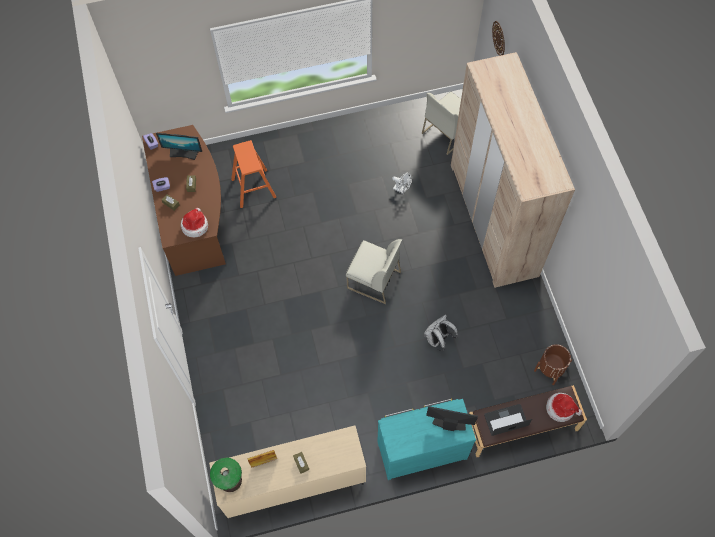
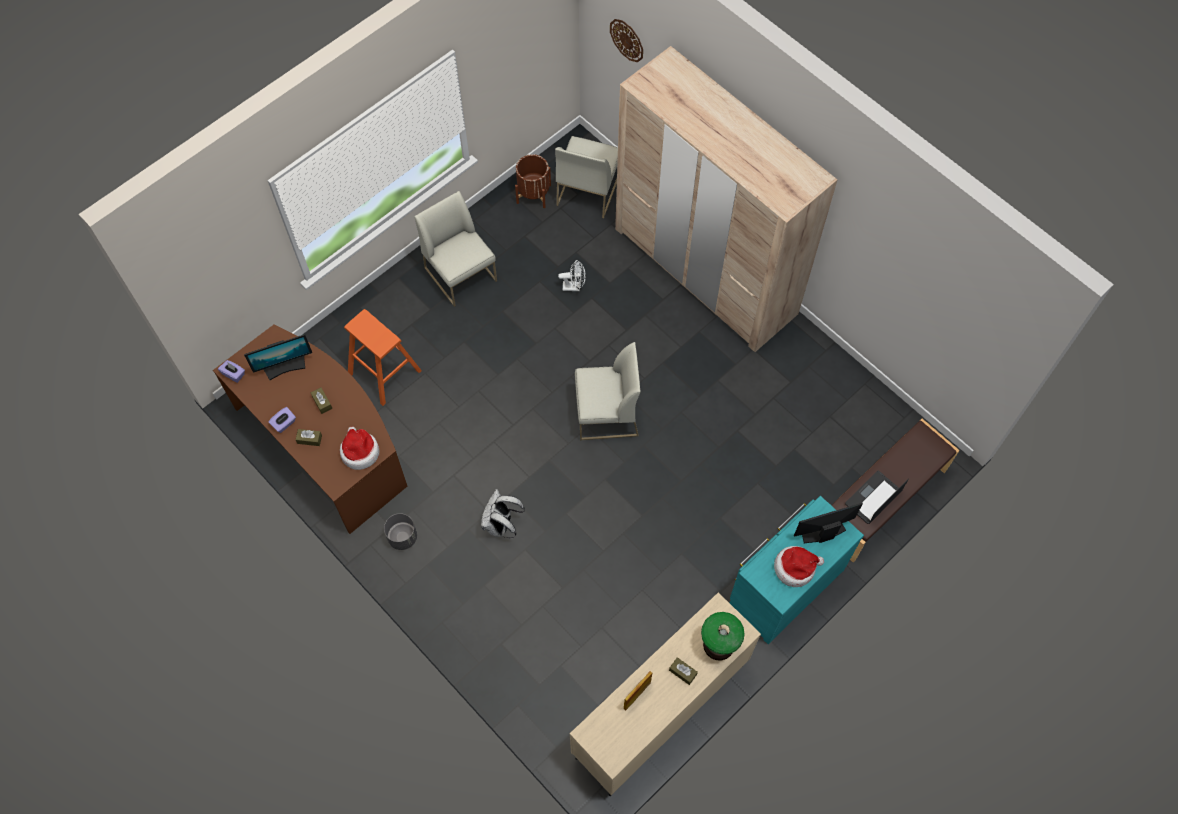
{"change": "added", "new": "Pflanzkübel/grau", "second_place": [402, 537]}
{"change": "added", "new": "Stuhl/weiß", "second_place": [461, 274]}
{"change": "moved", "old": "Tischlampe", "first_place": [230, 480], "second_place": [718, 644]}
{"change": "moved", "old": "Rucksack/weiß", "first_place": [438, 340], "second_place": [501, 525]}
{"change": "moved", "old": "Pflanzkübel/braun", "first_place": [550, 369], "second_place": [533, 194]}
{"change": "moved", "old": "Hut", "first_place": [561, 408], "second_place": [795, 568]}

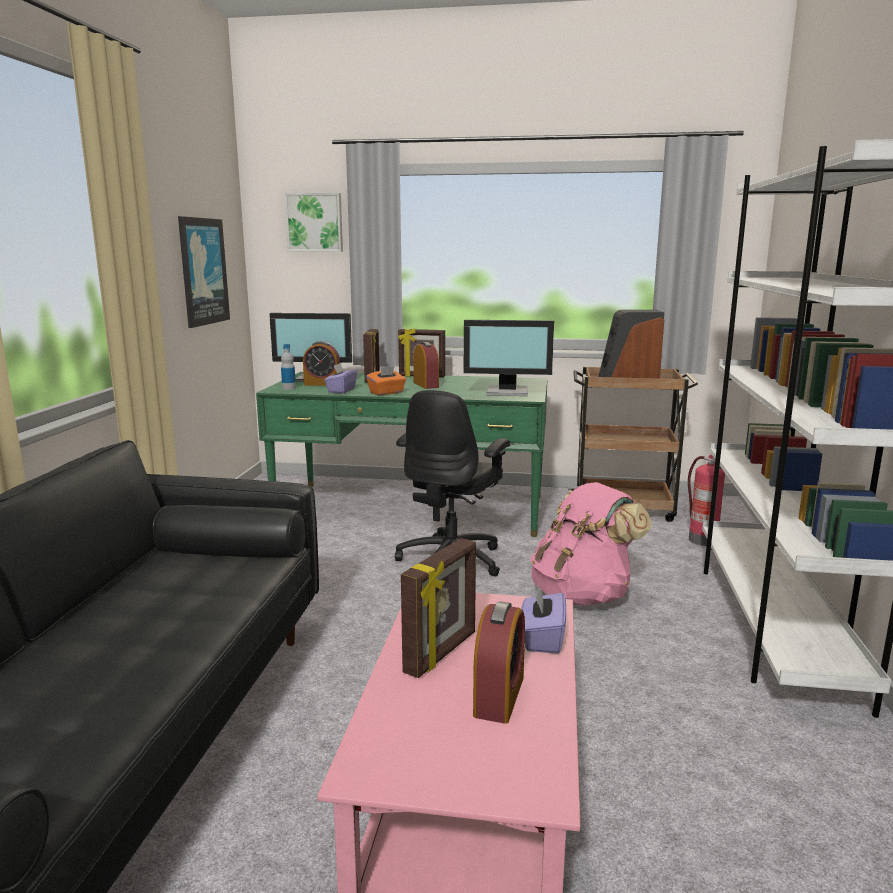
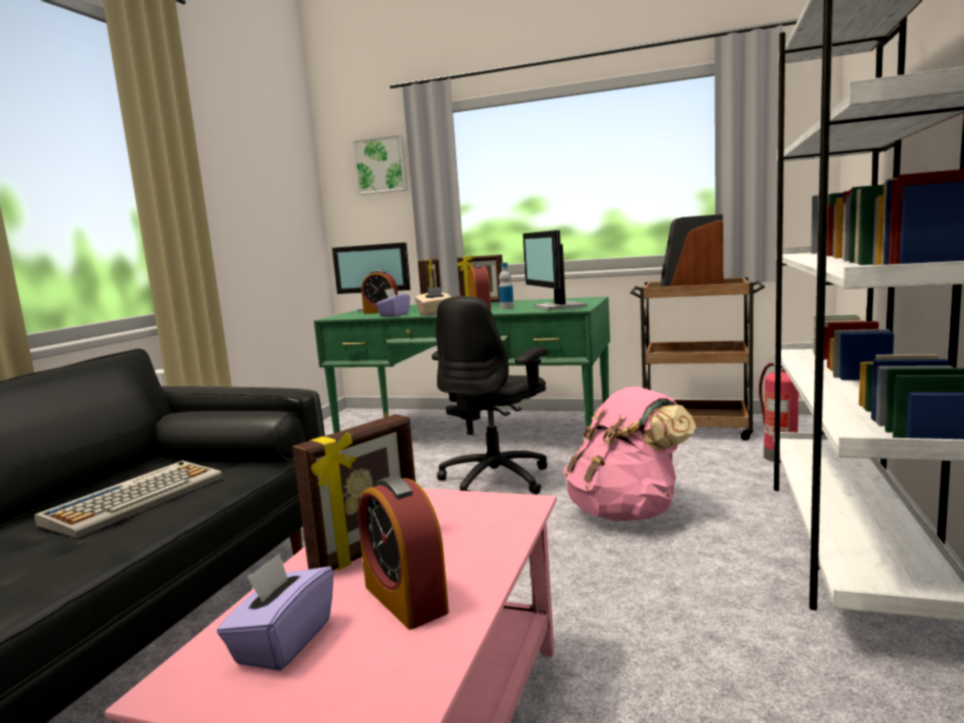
{"change": "removed", "old": "Bild", "first_place": [203, 271]}
{"change": "added", "new": "Tastatur", "second_place": [137, 499]}
{"change": "moved", "old": "Flasche", "first_place": [289, 388], "second_place": [507, 308]}
{"change": "moved", "old": "Taschentuchbox/lila", "first_place": [542, 639], "second_place": [283, 642]}
{"change": "recoloured", "old": "Taschentuchbox/orange", "new": "Taschentuchbox/beige", "first_place": [386, 393], "second_place": [436, 314]}
{"change": "turned", "old": "Monitor", "first_place": [508, 392], "second_place": [558, 307], "degrees": 60}
{"change": "turned", "old": "Wecker", "first_place": [499, 696], "second_place": [405, 599], "degrees": 120}

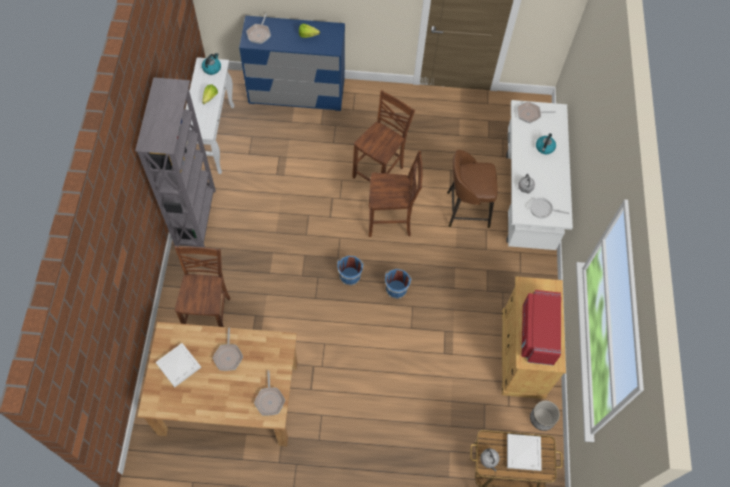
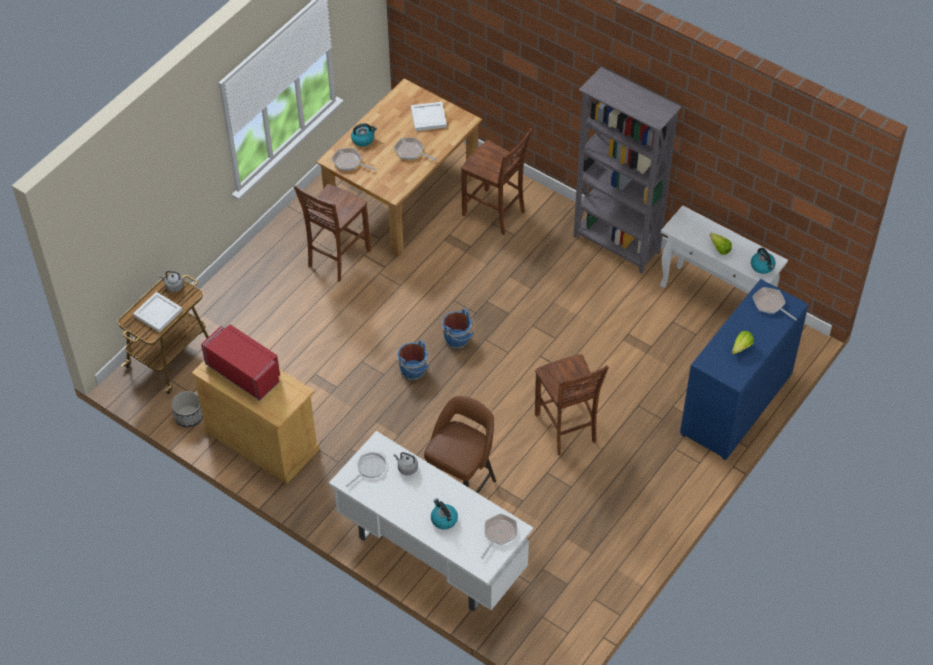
{"change": "added", "new": "Wasserkessel", "second_place": [363, 139]}
{"change": "moved", "old": "Stuhl/braun", "first_place": [390, 222], "second_place": [337, 258]}

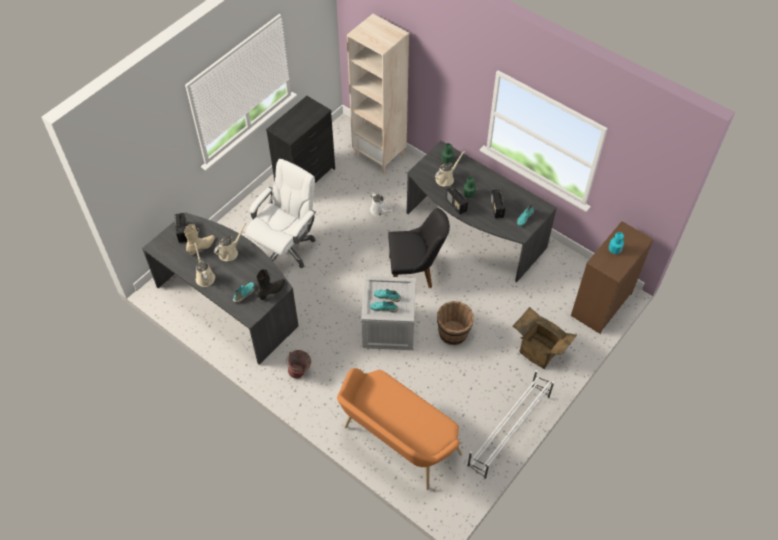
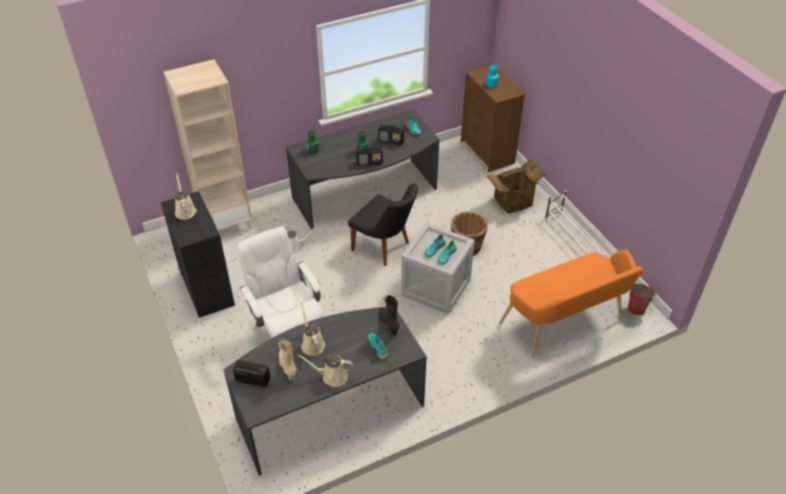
{"change": "moved", "old": "Eimer", "first_place": [300, 372], "second_place": [637, 308]}
{"change": "moved", "old": "Gießkanne/beige", "first_place": [446, 178], "second_place": [185, 210]}
{"change": "turned", "old": "Stuhl/schwarz", "first_place": [415, 273], "second_place": [385, 248], "degrees": 105}

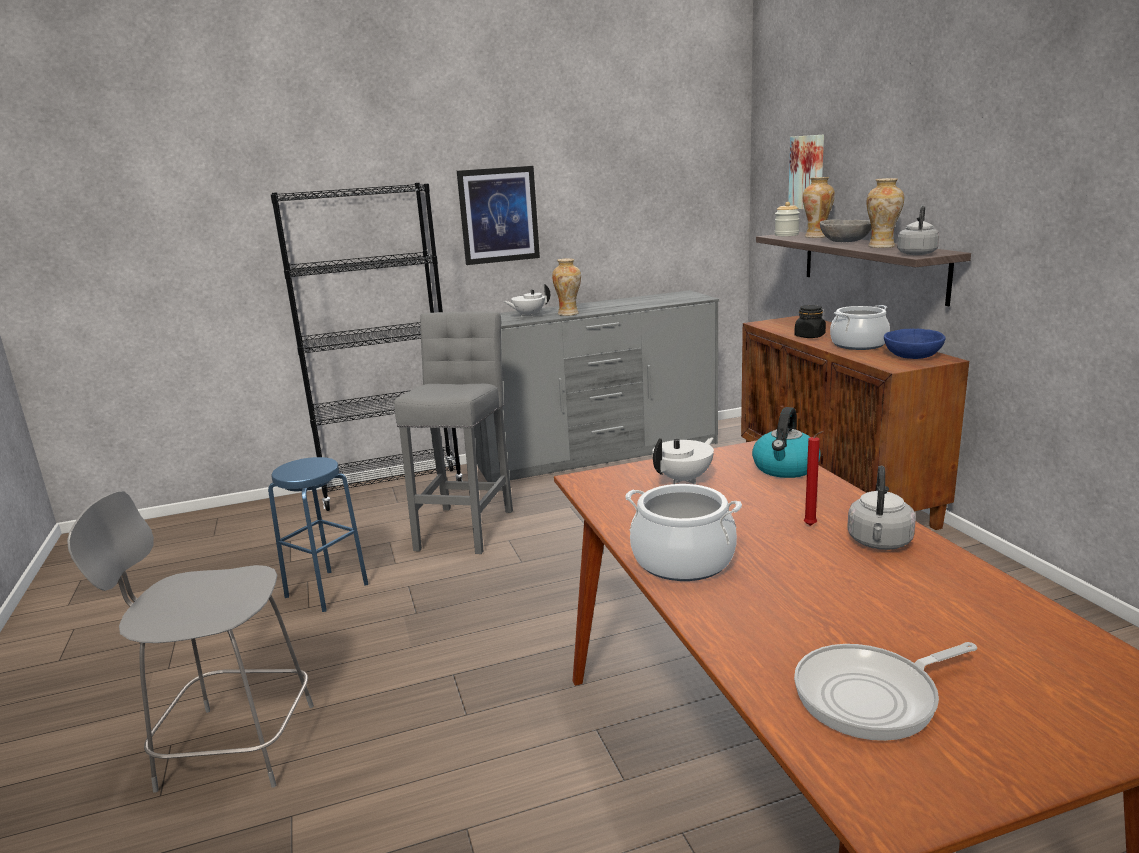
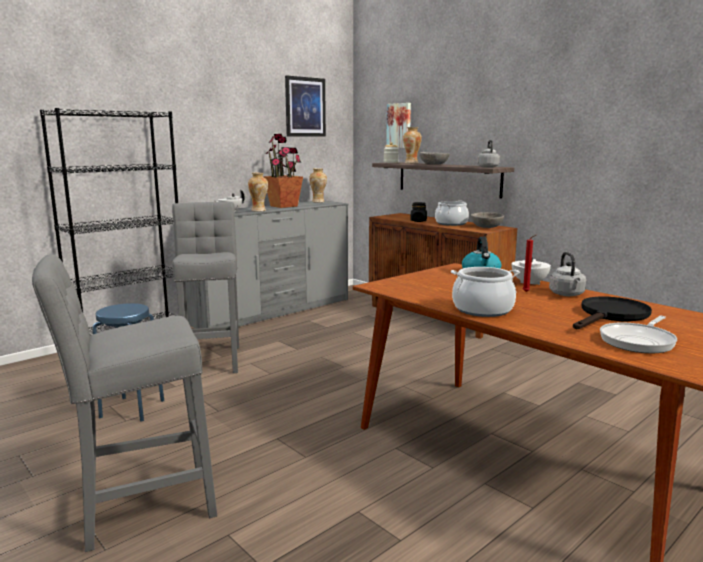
{"change": "added", "new": "Topfpflanze", "second_place": [284, 206]}
{"change": "added", "new": "Pfanne/schwarz", "second_place": [611, 315]}
{"change": "moved", "old": "Bild", "first_place": [498, 215], "second_place": [305, 107]}
{"change": "moved", "old": "Teekanne/weiß", "first_place": [684, 479], "second_place": [530, 283]}
{"change": "moved", "old": "Vase", "first_place": [881, 246], "second_place": [318, 202]}
{"change": "replaced", "old": "Stuhl/grau", "new": "Hocker/grau", "first_place": [232, 746], "second_place": [140, 508]}
{"change": "recoloured", "old": "Schüssel/blau", "new": "Schüssel/grau", "first_place": [913, 356], "second_place": [487, 227]}

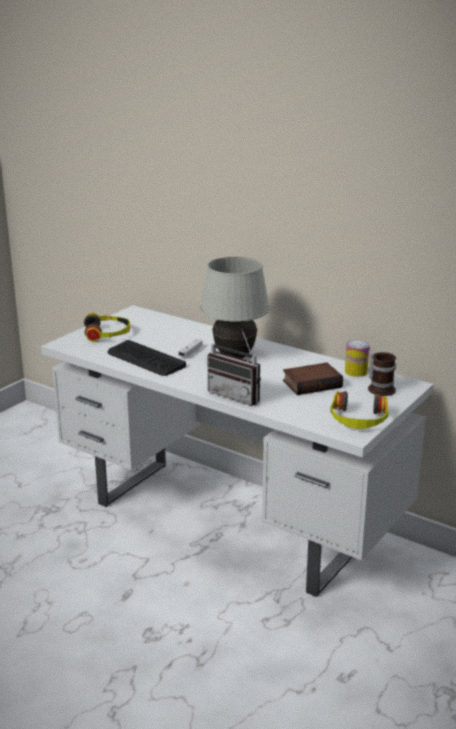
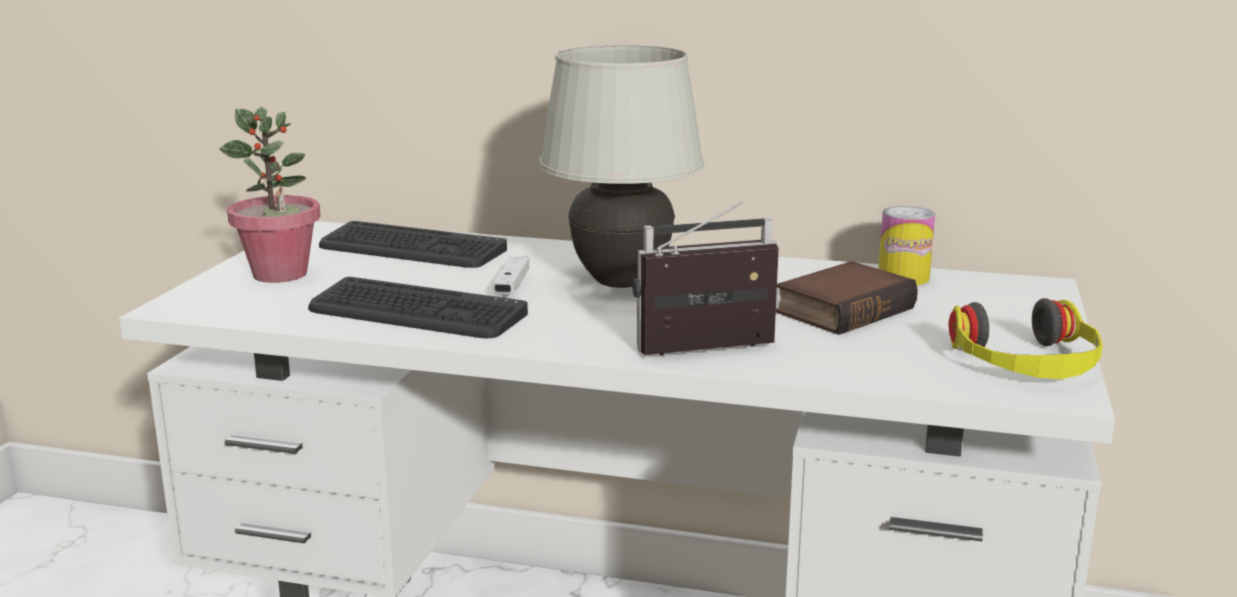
{"change": "removed", "old": "Henkelbecher", "first_place": [381, 388]}
{"change": "added", "new": "Tastatur", "second_place": [411, 248]}
{"change": "replaced", "old": "Kopfhörer", "new": "Topfpflanze", "first_place": [107, 333], "second_place": [280, 274]}
{"change": "turned", "old": "Radio", "first_place": [238, 395], "second_place": [708, 354], "degrees": 150}

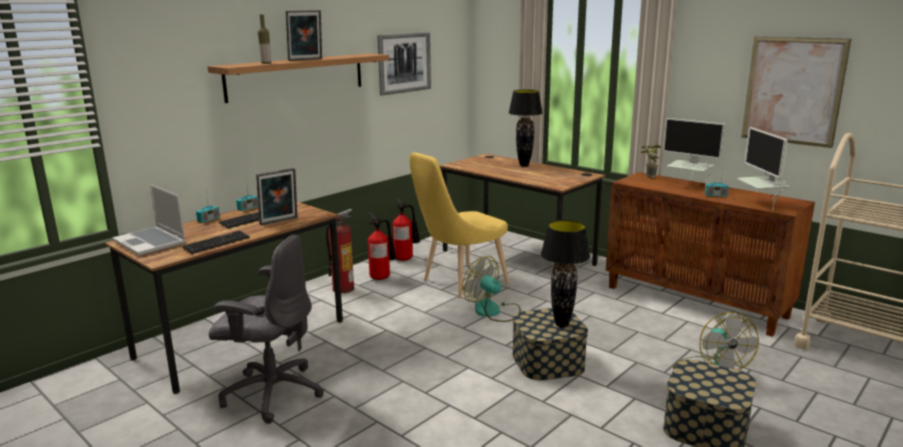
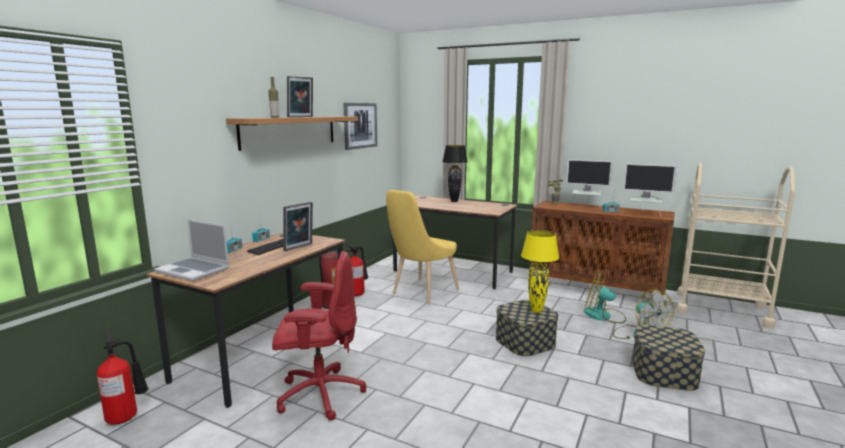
{"change": "removed", "old": "Tastatur", "first_place": [216, 243]}
{"change": "removed", "old": "Bild", "first_place": [792, 91]}
{"change": "moved", "old": "Feuerlöscher", "first_place": [406, 258], "second_place": [126, 417]}
{"change": "moved", "old": "Ventilator", "first_place": [493, 311], "second_place": [603, 316]}
{"change": "recoloured", "old": "Bürostuhl/grau", "new": "Bürostuhl/rot", "first_place": [272, 393], "second_place": [319, 394]}
{"change": "recoloured", "old": "Tischlampe/schwarz", "new": "Tischlampe/gelb", "first_place": [562, 324], "second_place": [537, 311]}
{"change": "turned", "old": "Monitor", "first_place": [761, 204], "second_place": [645, 215], "degrees": -45}

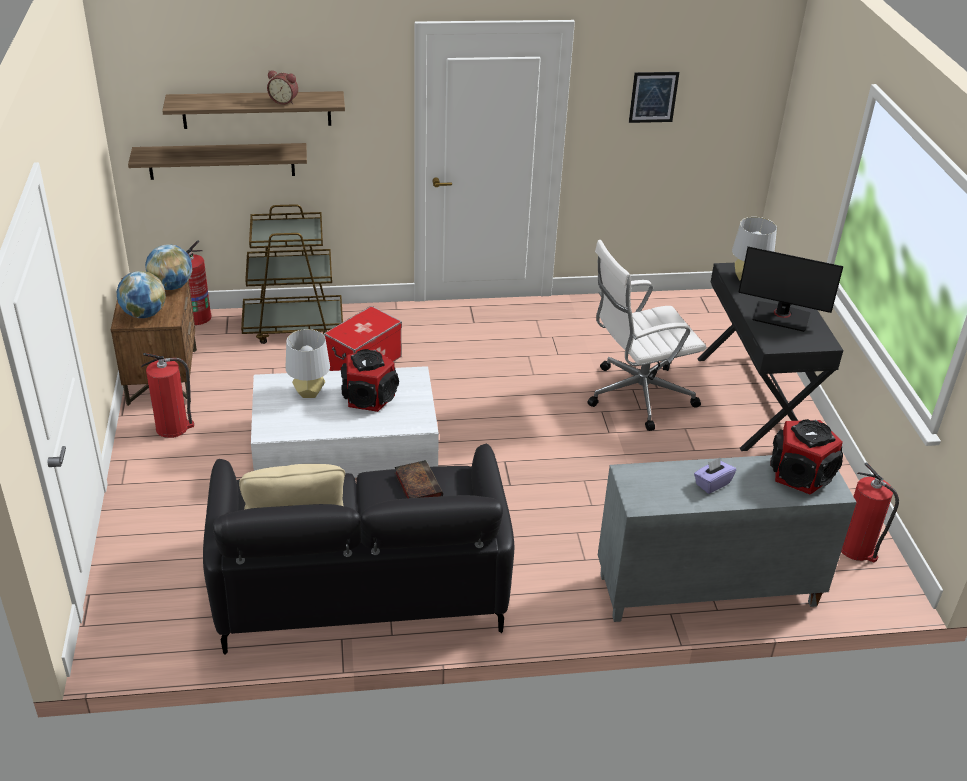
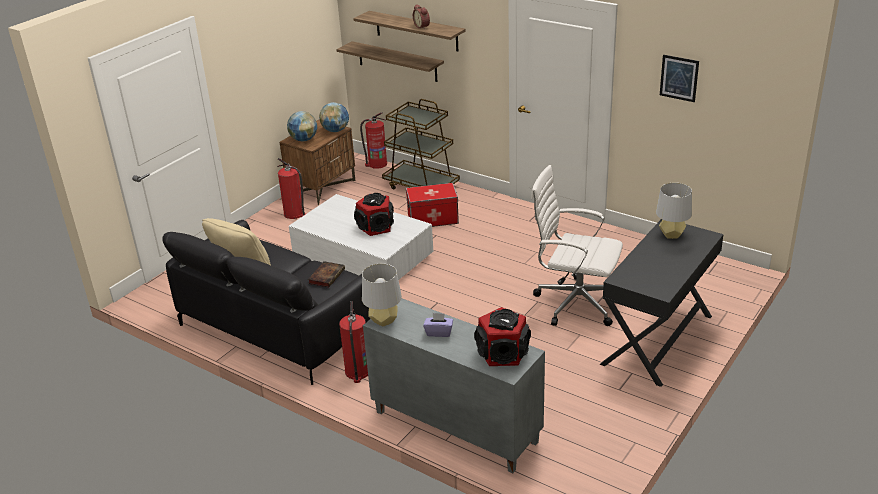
{"change": "removed", "old": "Monitor", "first_place": [781, 316]}
{"change": "moved", "old": "Tischlampe/grau", "first_place": [309, 393], "second_place": [383, 321]}
{"change": "moved", "old": "Feuerlöscher", "first_place": [856, 549], "second_place": [357, 372]}

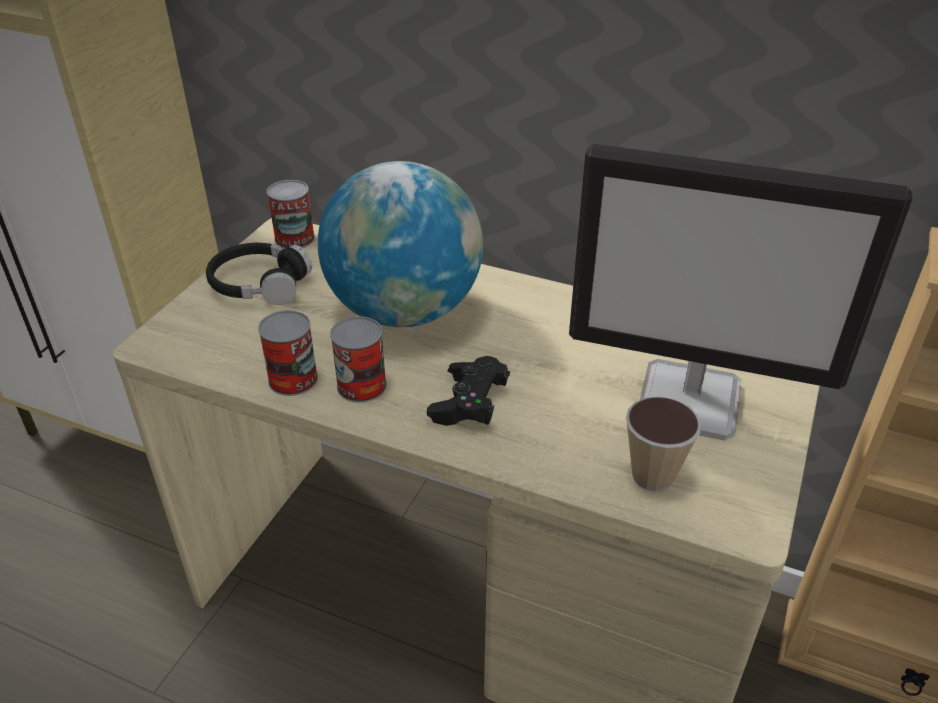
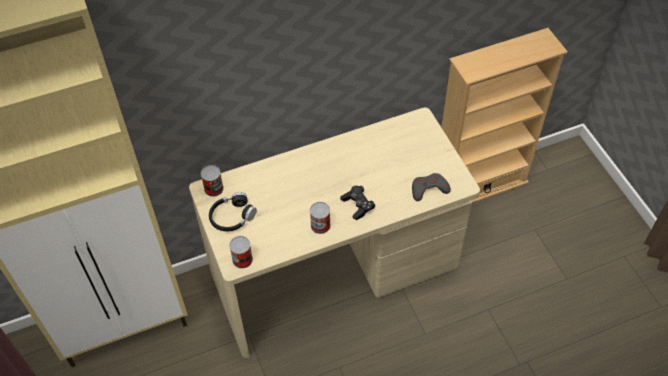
{"change": "removed", "old": "Globus", "first_place": [404, 311]}
{"change": "removed", "old": "Monitor", "first_place": [691, 401]}
{"change": "moved", "old": "Dose", "first_place": [293, 379], "second_place": [242, 259]}
{"change": "replaced", "old": "Tasse", "new": "Gamepad/grau", "first_place": [652, 476], "second_place": [428, 189]}

